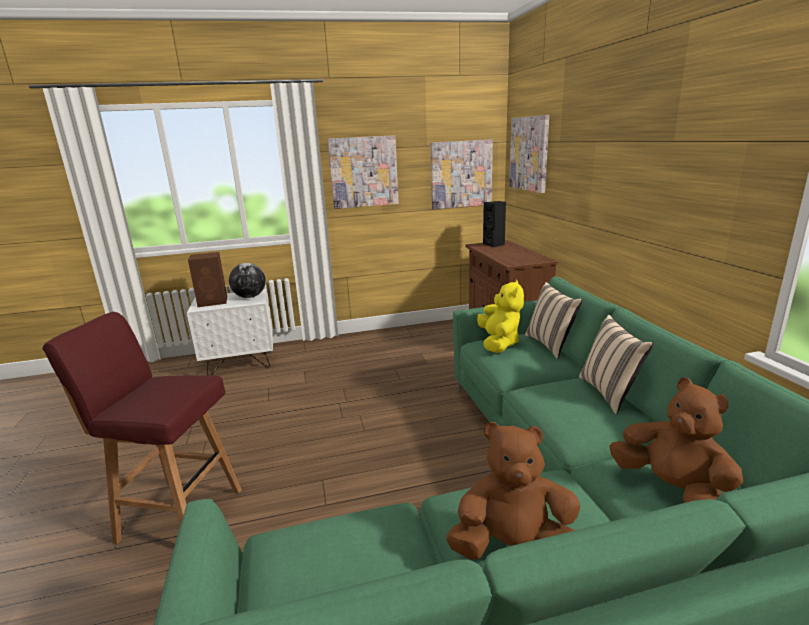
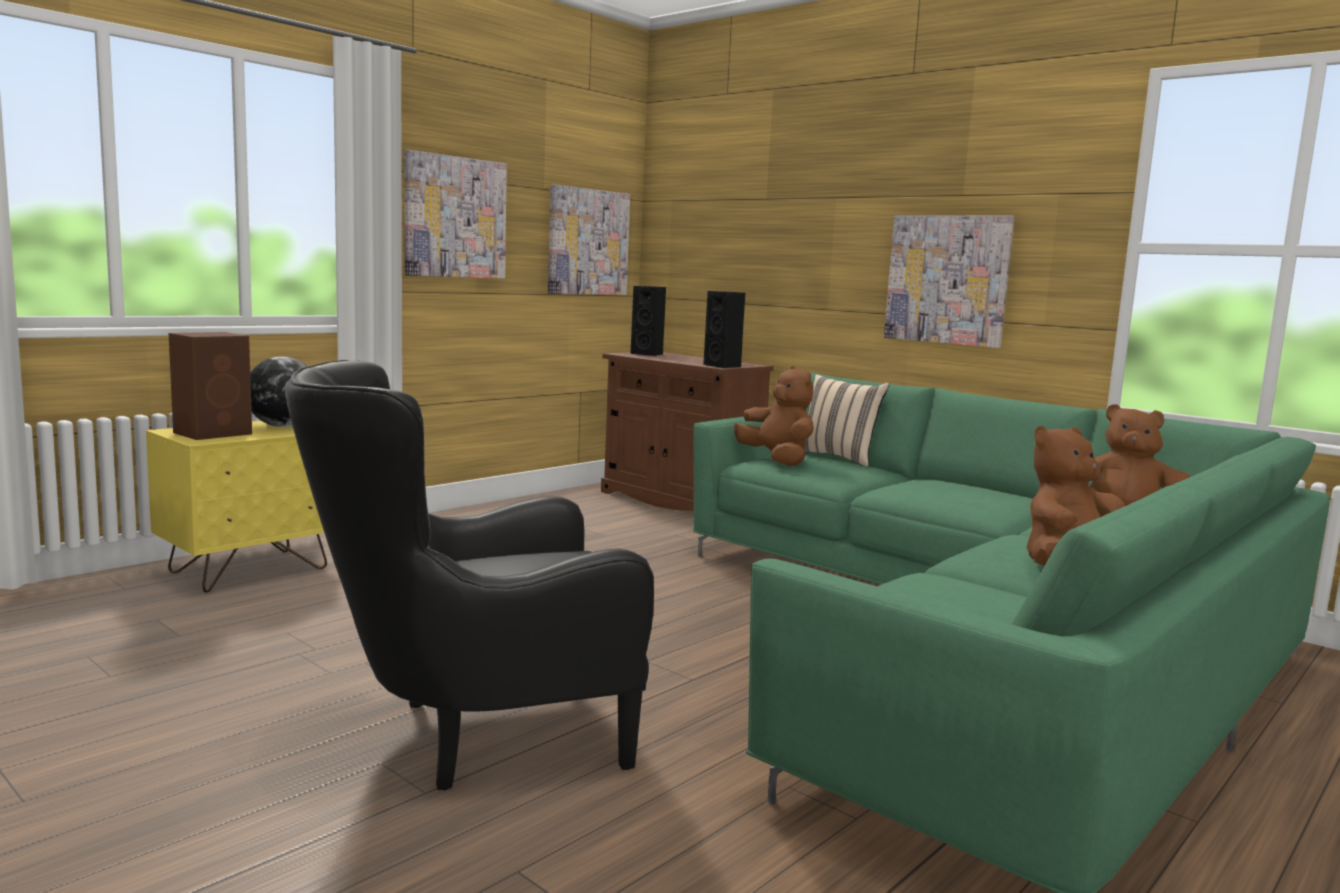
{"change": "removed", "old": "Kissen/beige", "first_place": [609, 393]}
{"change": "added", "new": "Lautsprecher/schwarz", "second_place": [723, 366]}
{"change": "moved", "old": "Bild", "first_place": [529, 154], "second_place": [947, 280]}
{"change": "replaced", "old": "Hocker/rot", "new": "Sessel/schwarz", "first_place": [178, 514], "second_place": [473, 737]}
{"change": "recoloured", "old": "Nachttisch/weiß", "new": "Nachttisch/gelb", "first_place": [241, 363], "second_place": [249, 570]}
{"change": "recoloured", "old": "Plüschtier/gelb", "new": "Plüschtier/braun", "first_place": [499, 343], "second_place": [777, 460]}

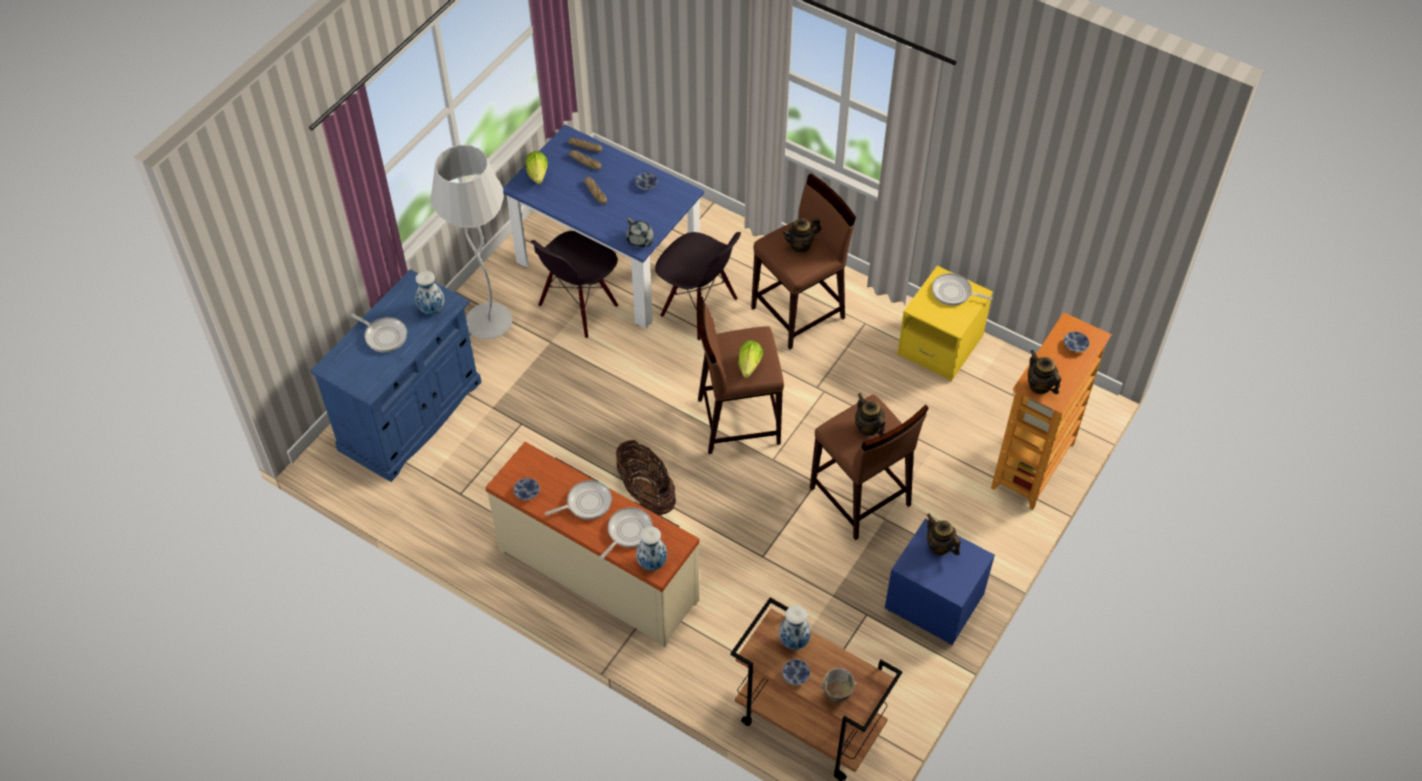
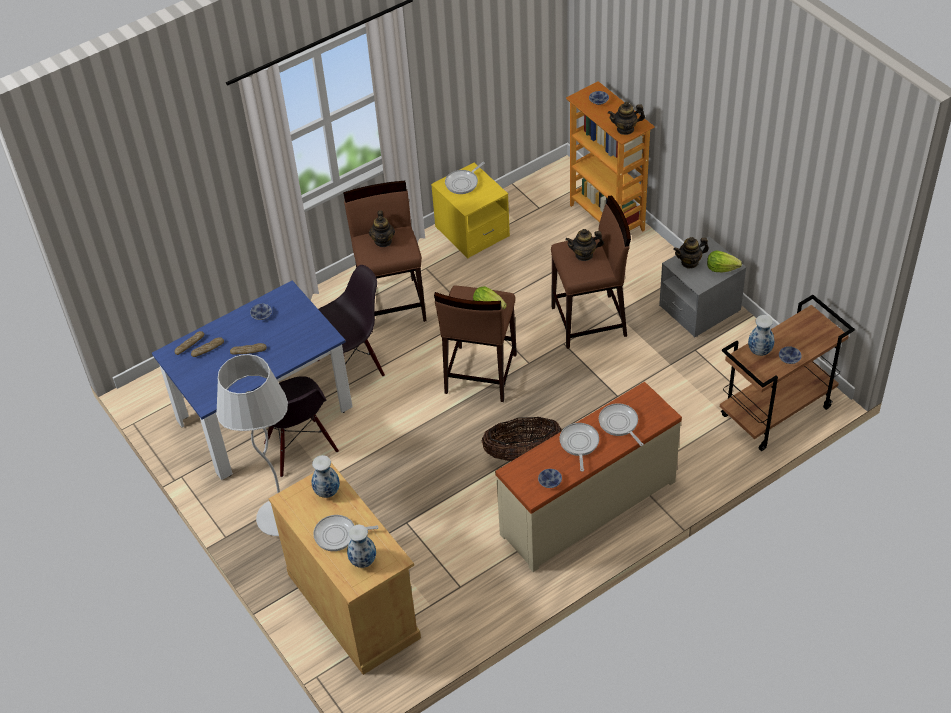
{"change": "removed", "old": "Teekanne/grau", "first_place": [640, 240]}
{"change": "removed", "old": "Schüssel", "first_place": [835, 694]}
{"change": "moved", "old": "Salatkopf", "first_place": [538, 174], "second_place": [721, 268]}
{"change": "moved", "old": "Vase", "first_place": [651, 563], "second_place": [363, 561]}
{"change": "recoloured", "old": "Schrank/blau", "new": "Schrank/beige", "first_place": [411, 416], "second_place": [354, 605]}
{"change": "recoloured", "old": "Nachttisch/blau", "new": "Nachttisch/grau", "first_place": [934, 601], "second_place": [700, 308]}
{"change": "turned", "old": "Pfanne", "first_place": [384, 335], "second_place": [338, 535], "degrees": -150}

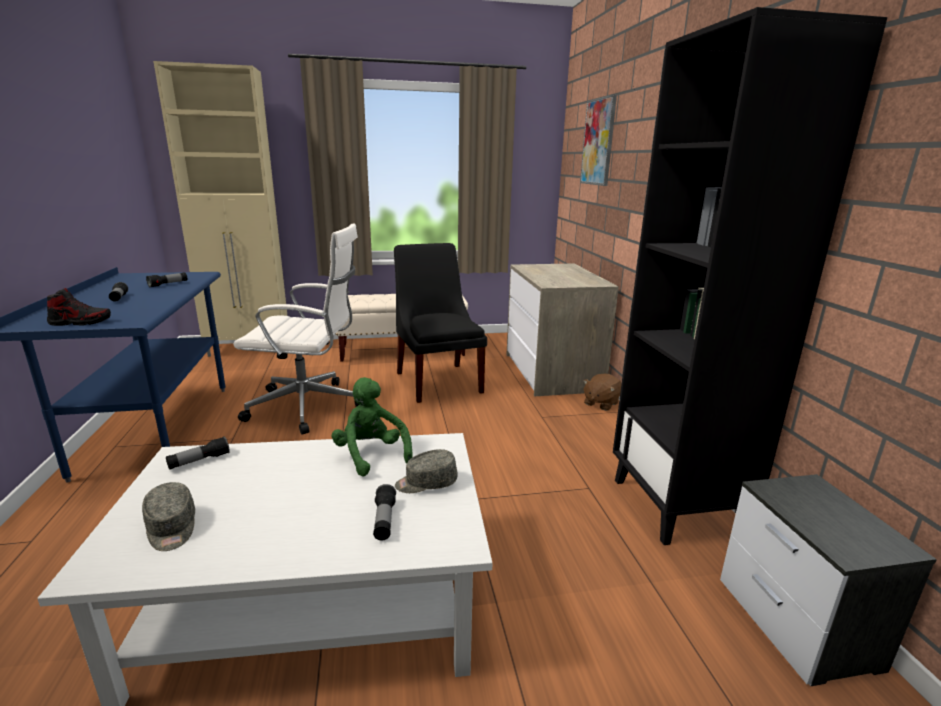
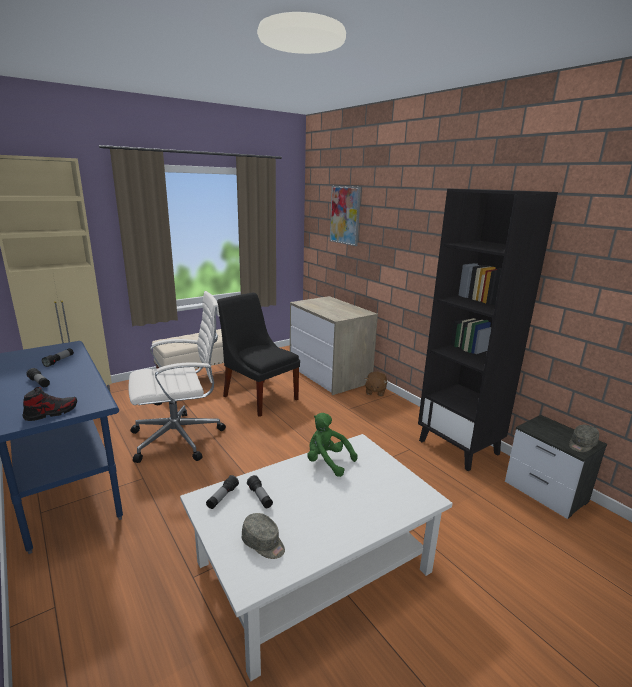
{"change": "moved", "old": "Taschenlampe", "first_place": [384, 520], "second_place": [260, 497]}
{"change": "moved", "old": "Kappe/grau", "first_place": [426, 483], "second_place": [581, 444]}

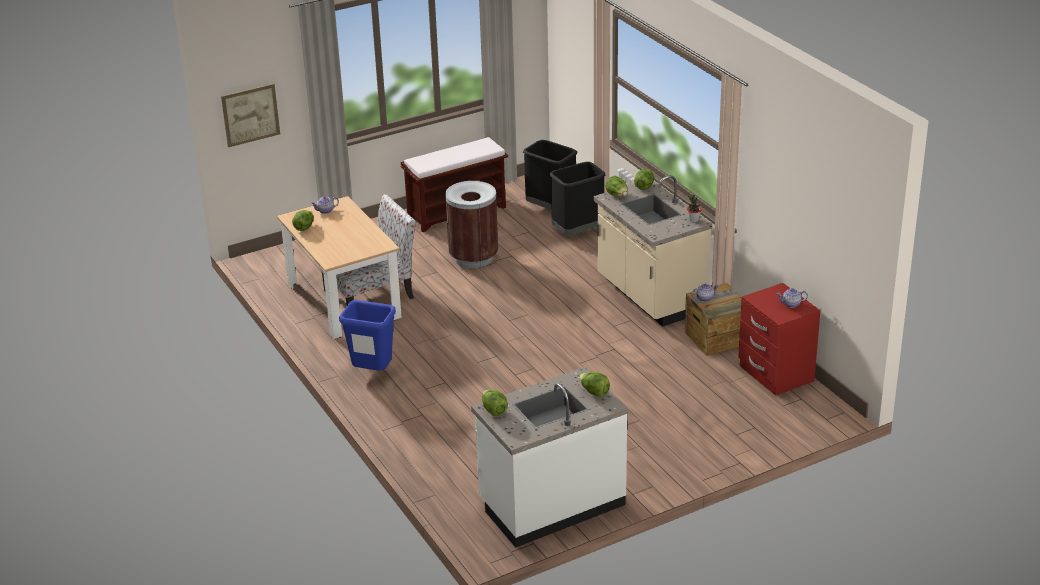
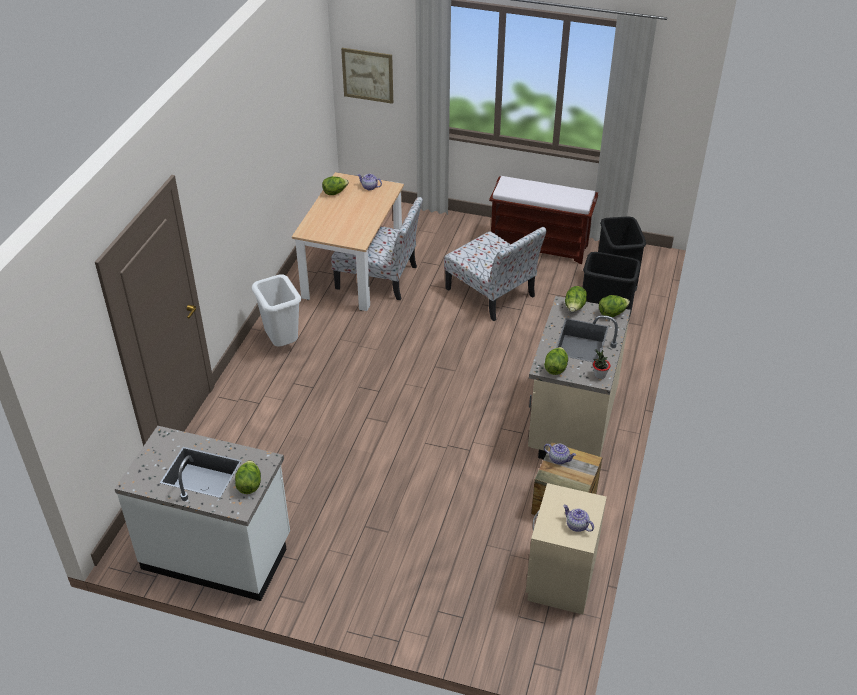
{"change": "moved", "old": "Salatkopf", "first_place": [494, 410], "second_place": [555, 368]}
{"change": "replaced", "old": "Mülleimer/braun", "new": "Stuhl", "first_place": [473, 258], "second_place": [492, 293]}
{"change": "recoloured", "old": "Mülleimer/blau", "new": "Mülleimer/weiß", "first_place": [372, 373], "second_place": [282, 344]}
{"change": "recoloured", "old": "Nachttisch/rot", "new": "Nachttisch/beige", "first_place": [775, 374], "second_place": [560, 578]}

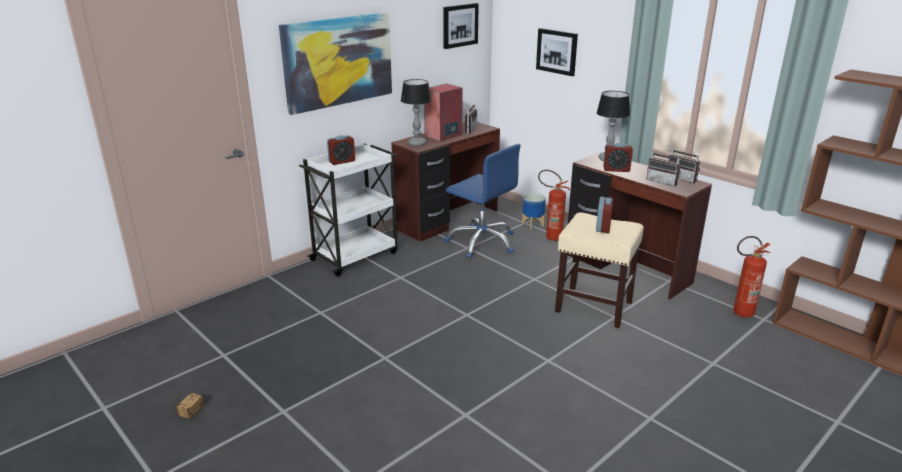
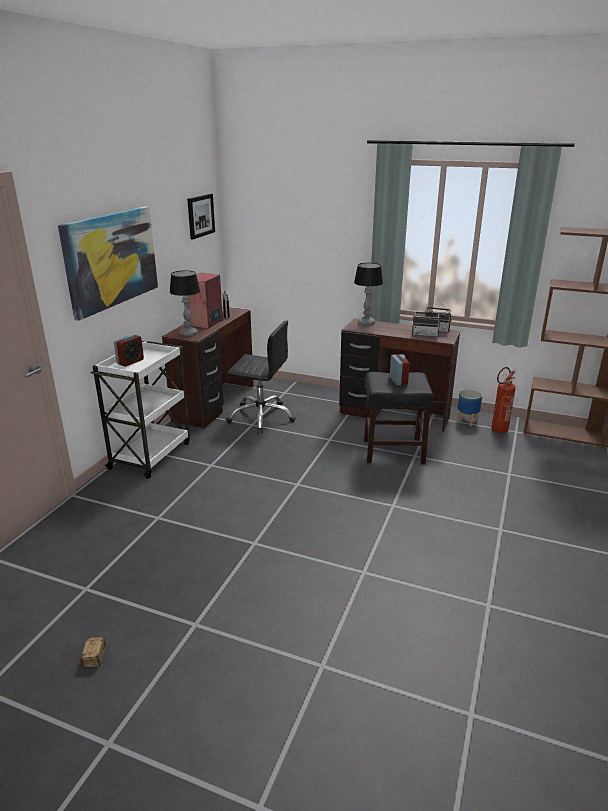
{"change": "removed", "old": "Bild", "first_place": [557, 51]}
{"change": "removed", "old": "Feuerlöscher", "first_place": [549, 237]}
{"change": "removed", "old": "Wecker", "first_place": [616, 169]}
{"change": "moved", "old": "Pflanzkübel", "first_place": [533, 224], "second_place": [467, 420]}
{"change": "recoloured", "old": "Bürostuhl/blau", "new": "Bürostuhl/schwarz", "first_place": [482, 242], "second_place": [261, 417]}
{"change": "recoloured", "old": "Hocker/beige", "new": "Hocker/schwarz", "first_place": [592, 306], "second_place": [392, 451]}

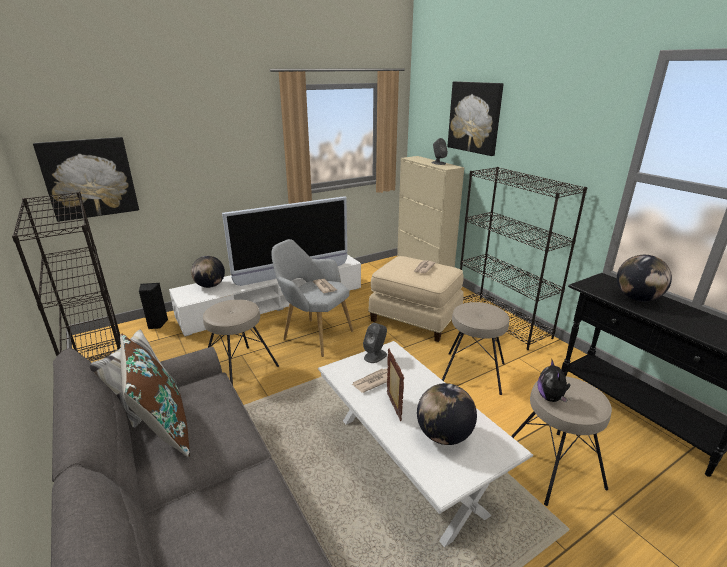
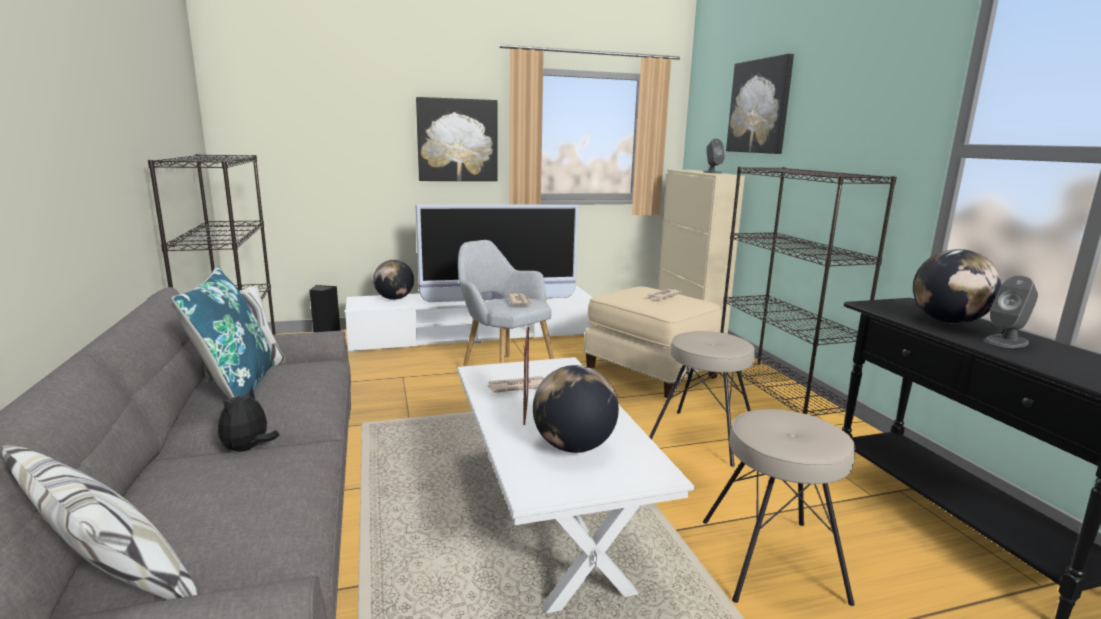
{"change": "removed", "old": "Hocker/beige", "first_place": [239, 368]}
{"change": "moved", "old": "Bild", "first_place": [89, 178], "second_place": [457, 140]}
{"change": "moved", "old": "Lautsprecher/grau", "first_place": [375, 356], "second_place": [1006, 341]}
{"change": "moved", "old": "Plüschtier", "first_place": [551, 398], "second_place": [248, 449]}
{"change": "recoloured", "old": "Kissen/braun", "new": "Kissen/blau", "first_place": [163, 429], "second_place": [236, 389]}

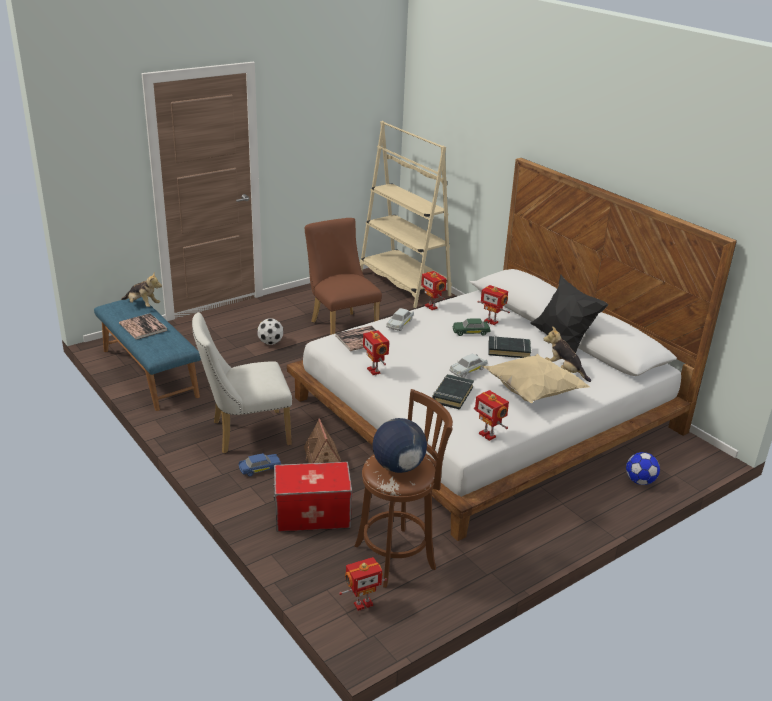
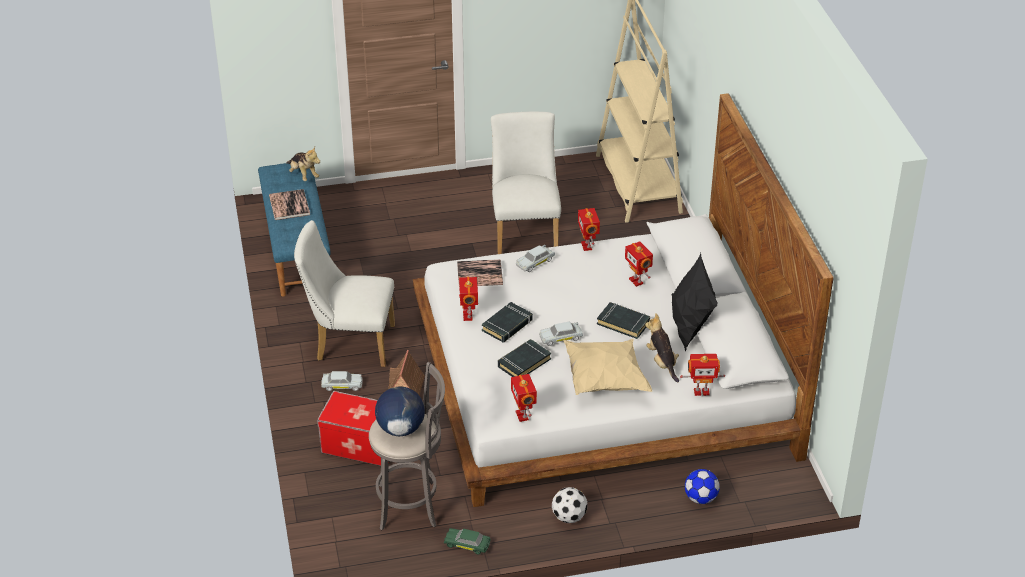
{"change": "added", "new": "Buch/schwarz", "second_place": [507, 325]}
{"change": "moved", "old": "Fußball", "first_place": [270, 342], "second_place": [569, 516]}
{"change": "moved", "old": "Spielzeugroboter", "first_place": [363, 603], "second_place": [701, 391]}
{"change": "moved", "old": "Spielzeugauto/grün", "first_place": [471, 332], "second_place": [467, 544]}
{"change": "recoloured", "old": "Spielzeugauto/blau", "new": "Spielzeugauto/weiß", "first_place": [260, 469], "second_place": [342, 385]}
{"change": "recoloured", "old": "Stuhl/braun", "new": "Stuhl/weiß", "first_place": [341, 326], "second_place": [525, 231]}
{"change": "recoloured", "old": "Hocker/braun", "new": "Hocker/grau", "first_place": [399, 555], "second_place": [411, 505]}

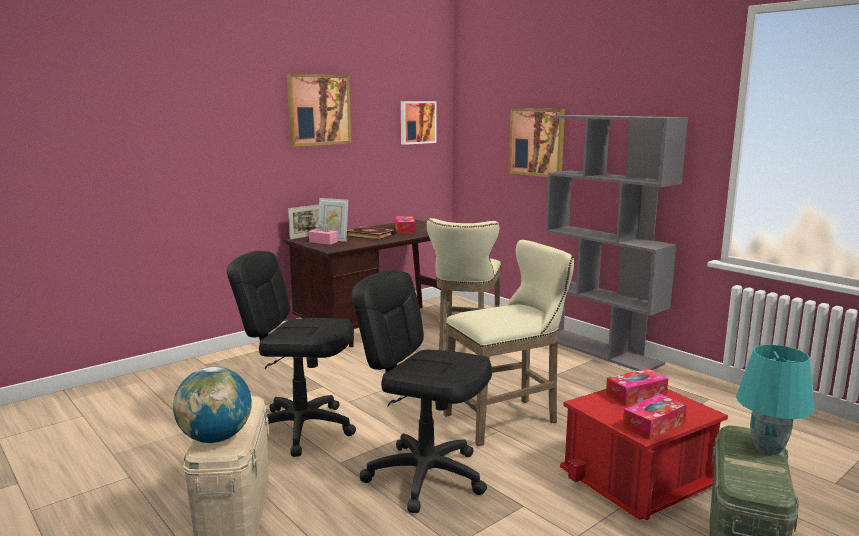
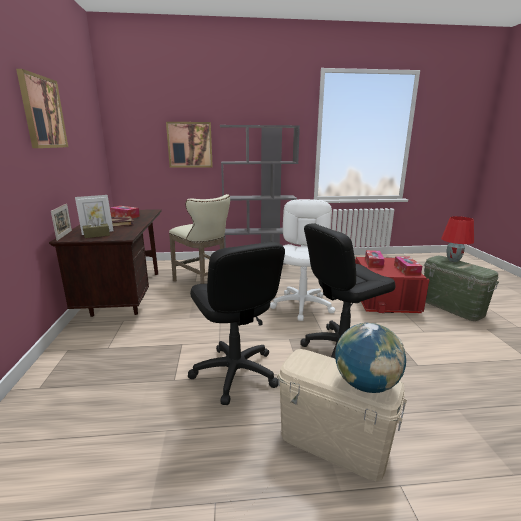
{"change": "removed", "old": "Bild", "first_place": [417, 122]}
{"change": "replaced", "old": "Hocker/beige", "new": "Bürostuhl/weiß", "first_place": [507, 419], "second_place": [302, 305]}
{"change": "recoloured", "old": "Taschentuchbox/rosa", "new": "Taschentuchbox/braun", "first_place": [323, 242], "second_place": [97, 235]}
{"change": "recoloured", "old": "Tischlampe/türkis", "new": "Tischlampe/rot", "first_place": [768, 449], "second_place": [453, 260]}
{"change": "turned", "old": "Bürostuhl/schwarz", "first_place": [301, 428], "second_place": [235, 373], "degrees": -75}

